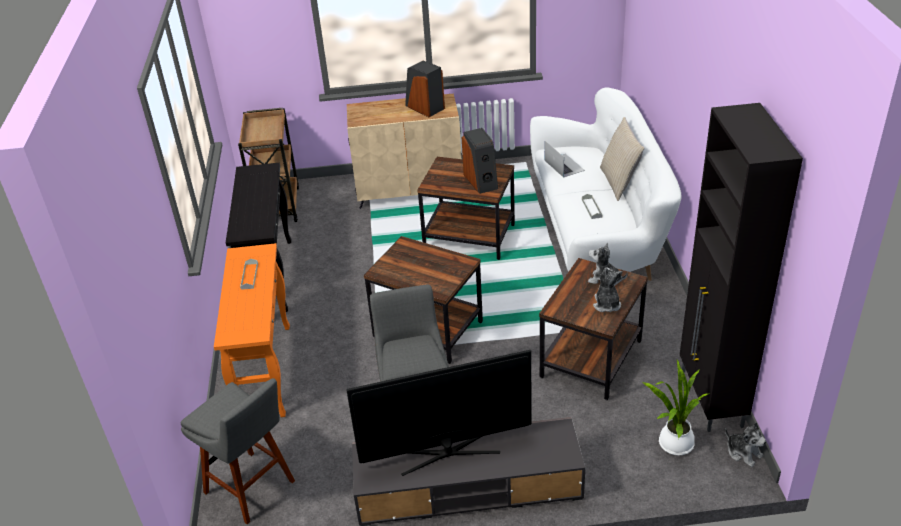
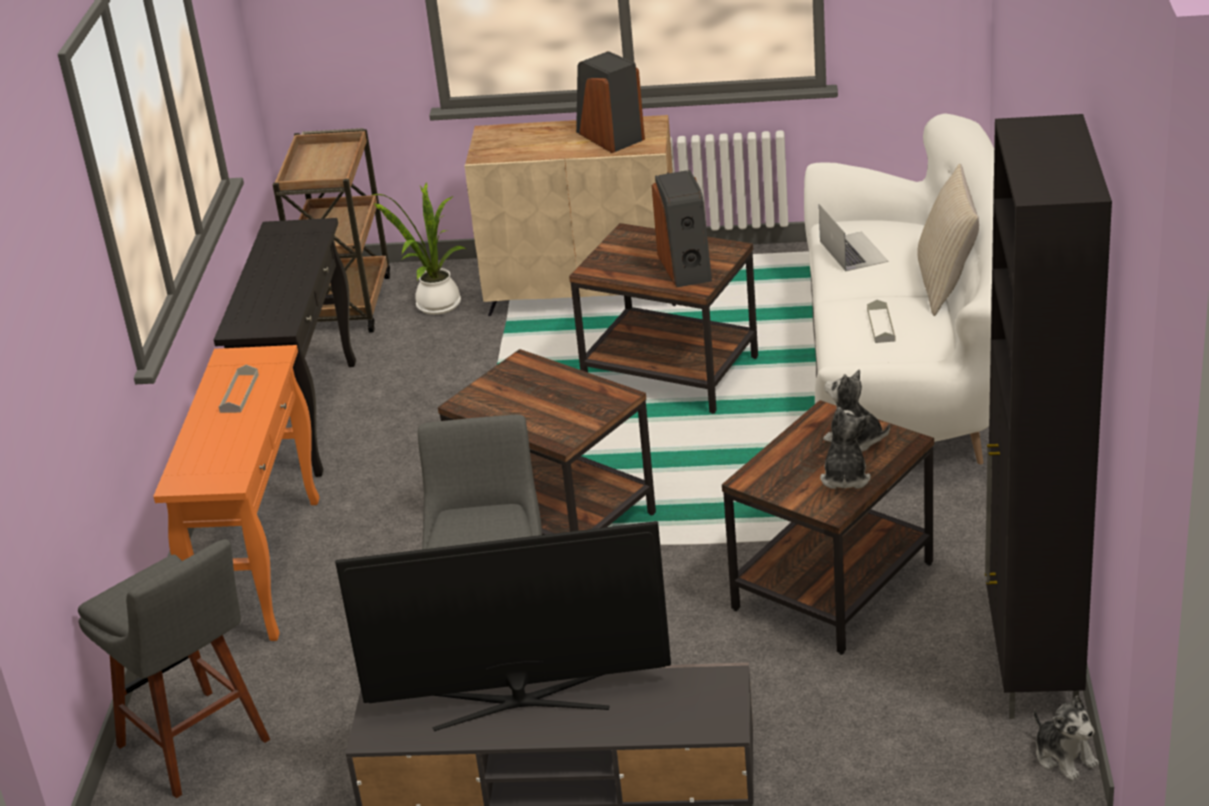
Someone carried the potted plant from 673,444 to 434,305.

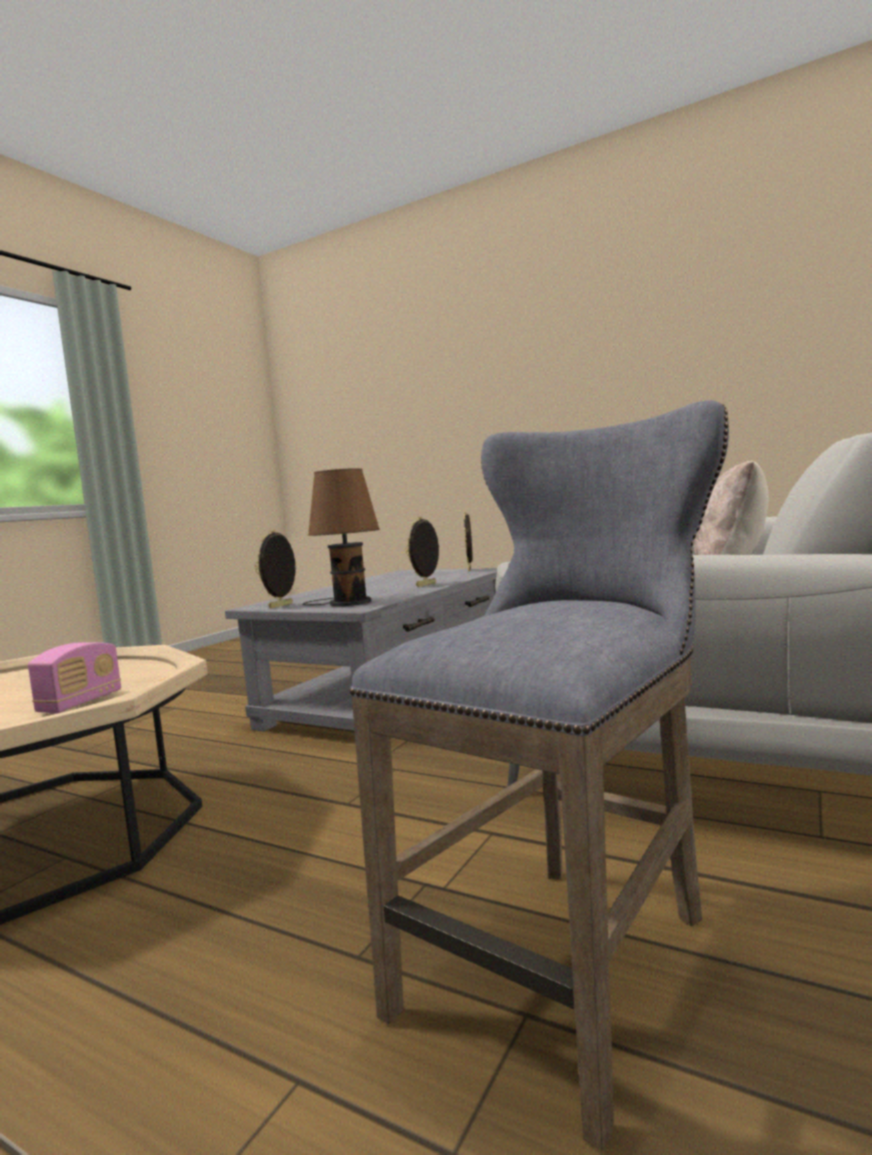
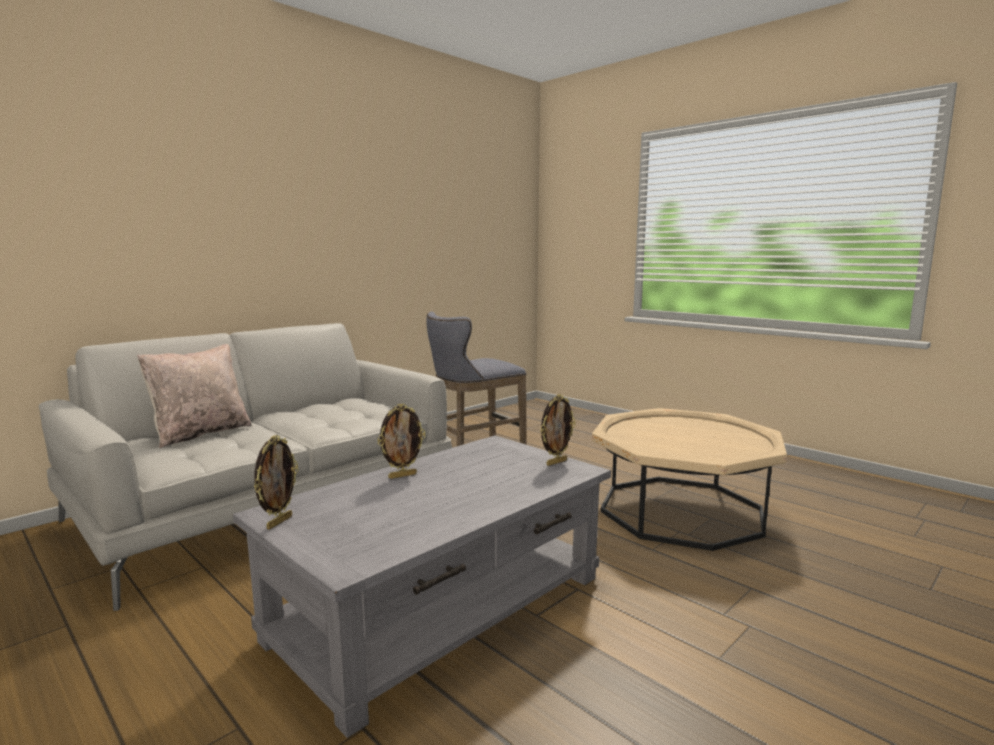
Someone took away the radio at 80,703. Someone took away the brownish lamp for a table at 347,603.

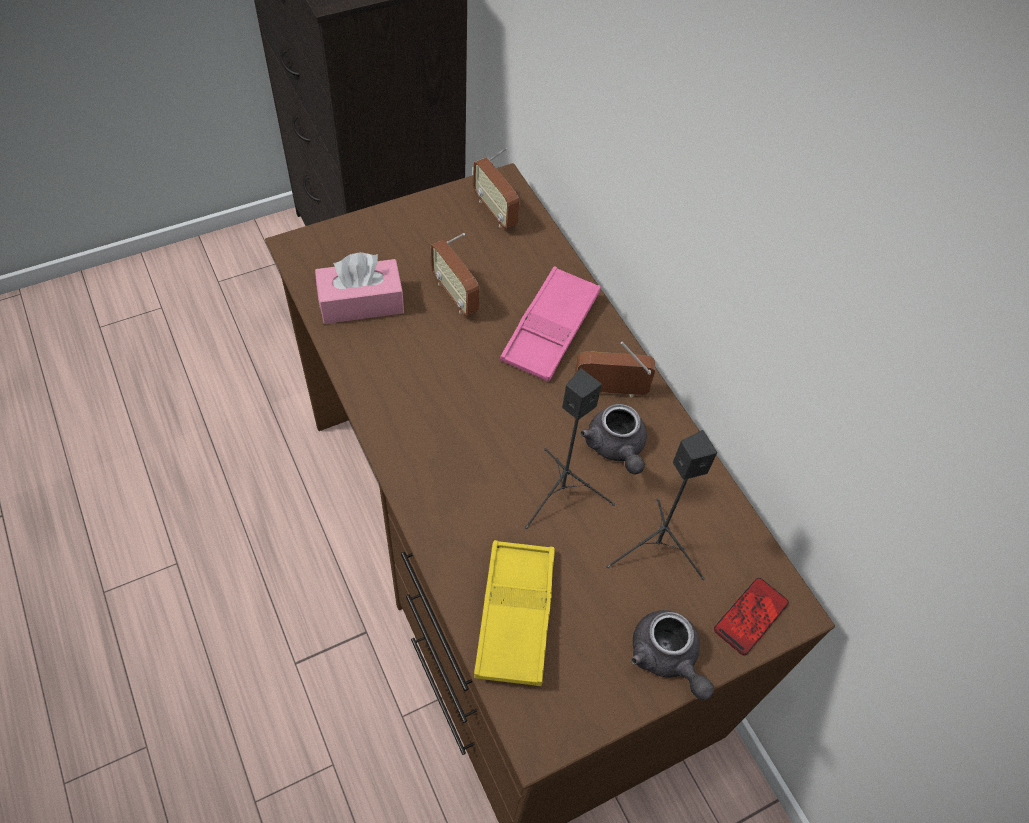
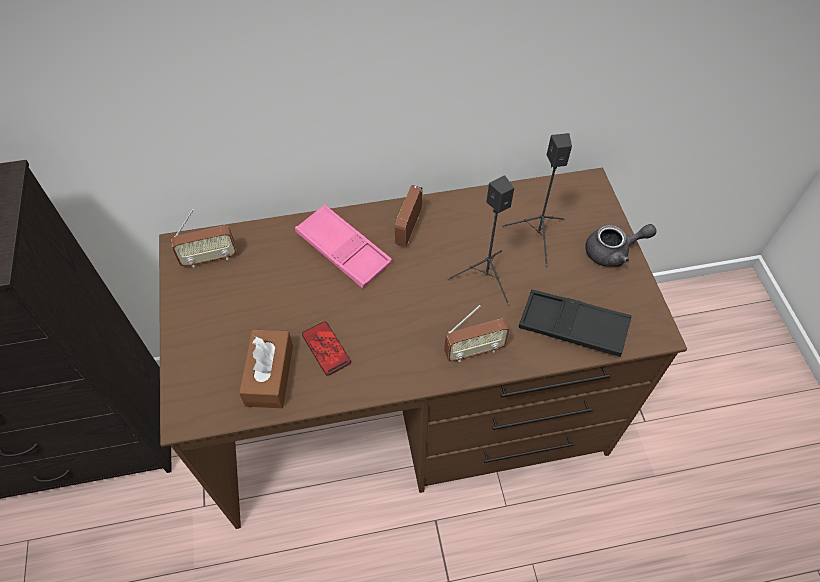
Someone repainted the pink box of tissues at 361,302, which became the brownish box of tissues at 269,375. Someone carried the phone from 750,616 to 326,348. Someone carried the radio from 455,295 to 474,351. Someone repainted the yellowish carrying tray at 515,615, which became the black carrying tray at 572,326. Someone took away the grey teapot at 616,448.

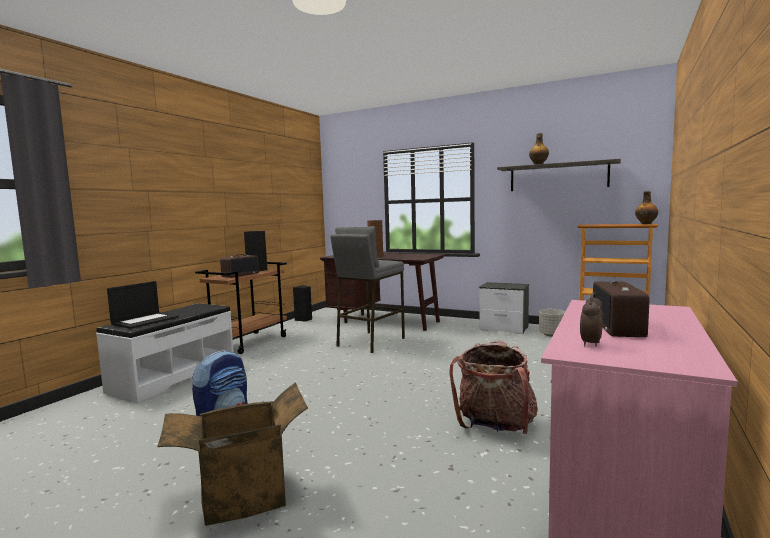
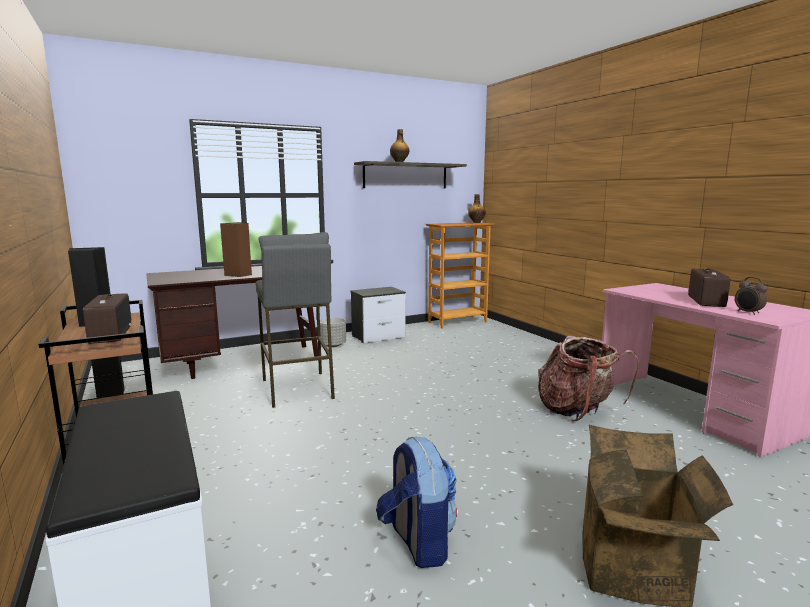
Someone carried the grey flower pot from 552,335 to 333,345. Someone rotated the radio at 619,327 by 120 degrees counterclockwise. Someone took away the laptop at 145,320.

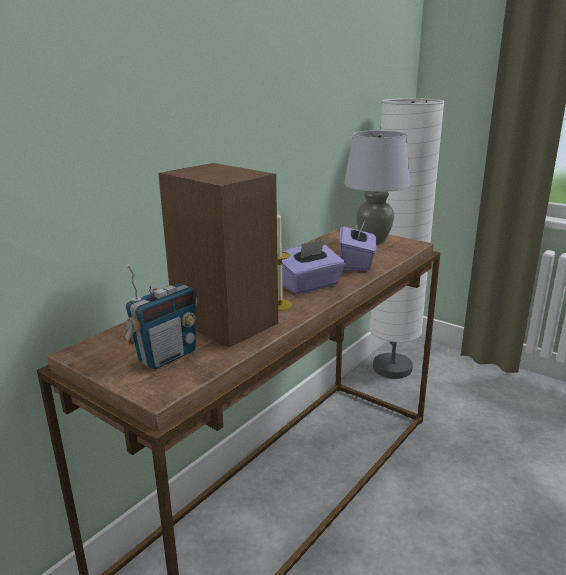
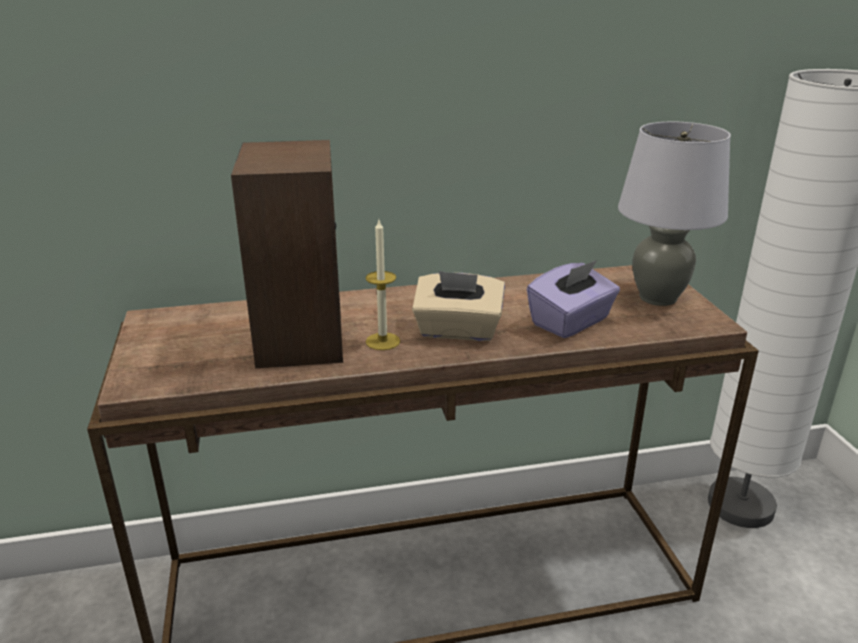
Someone repainted the purple box of tissues at 309,285, which became the beige-coloured box of tissues at 458,331. Someone took away the radio at 166,356.

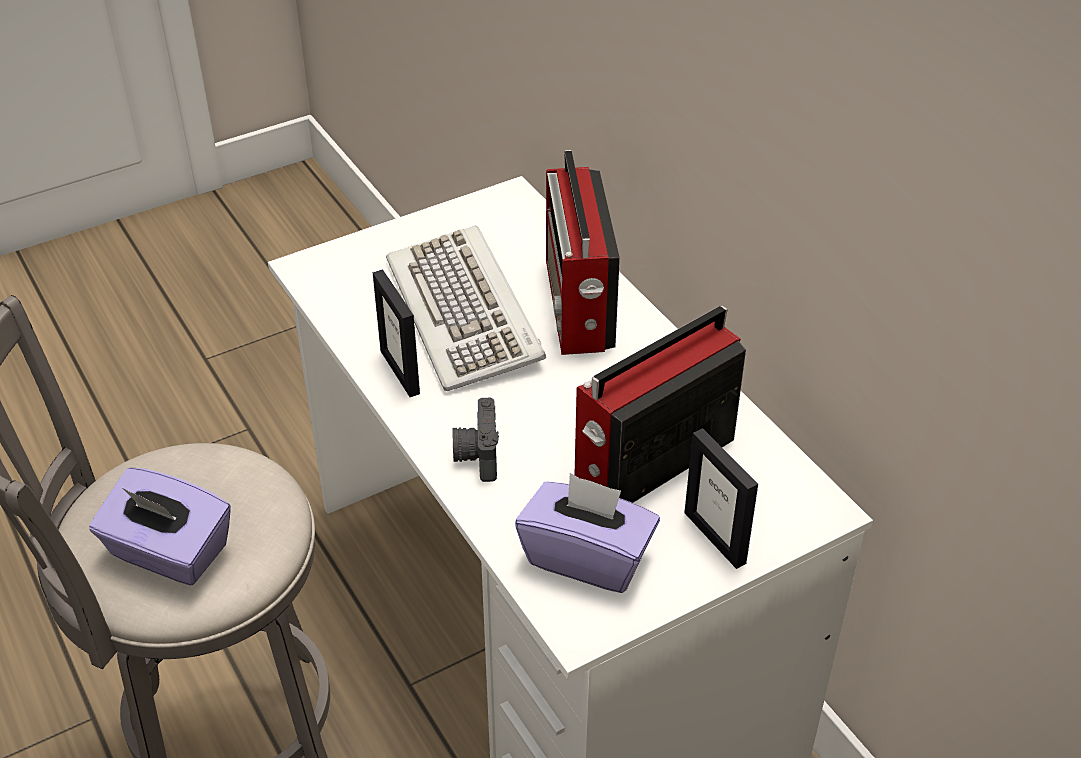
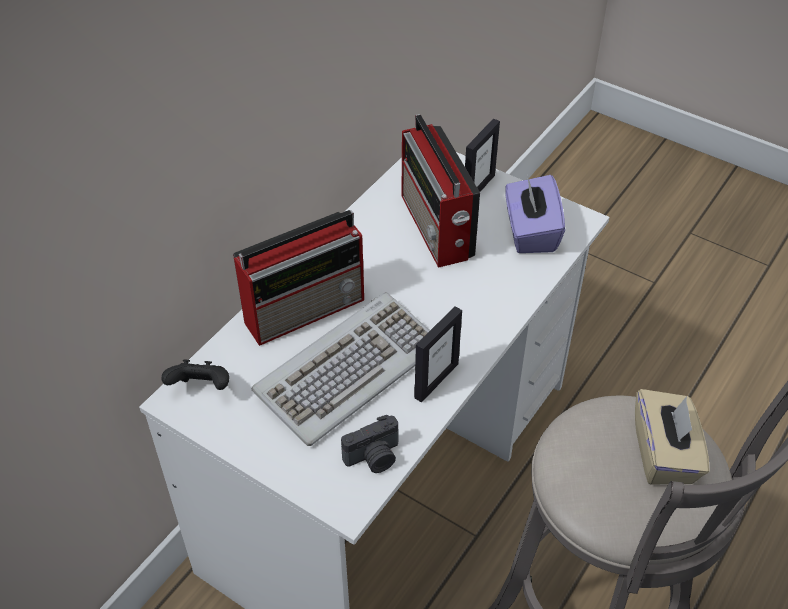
Someone put down the black joypad at 201,388. Someone carried the photo camera from 476,455 to 374,458. Someone rotated the radio at 651,461 by 45 degrees clockwise. Someone repainted the purple box of tissues at 168,553, which became the beige-coloured box of tissues at 664,454.

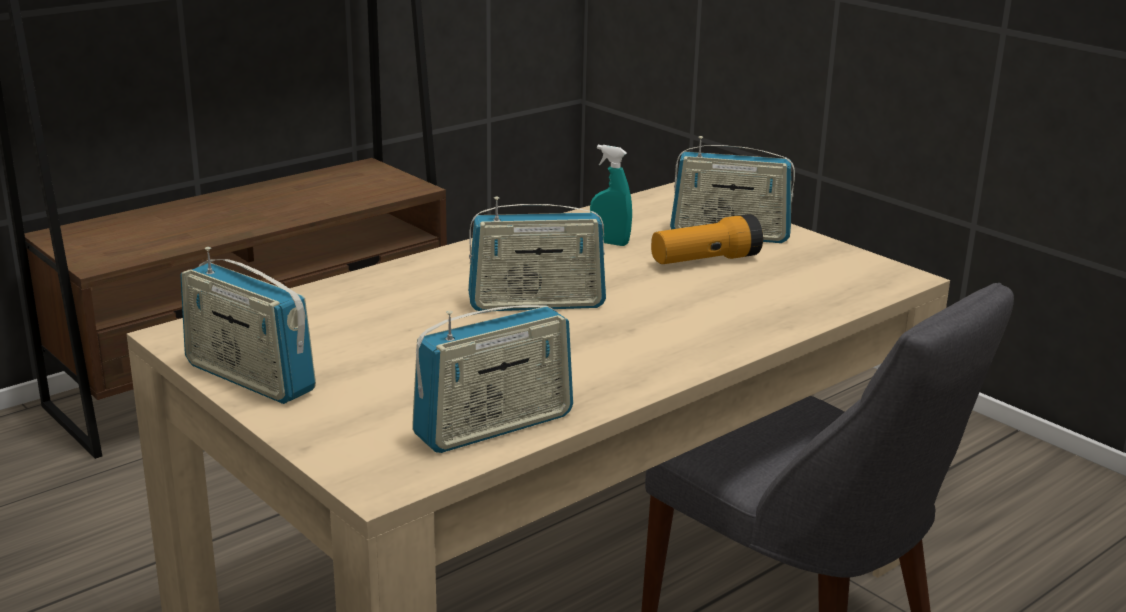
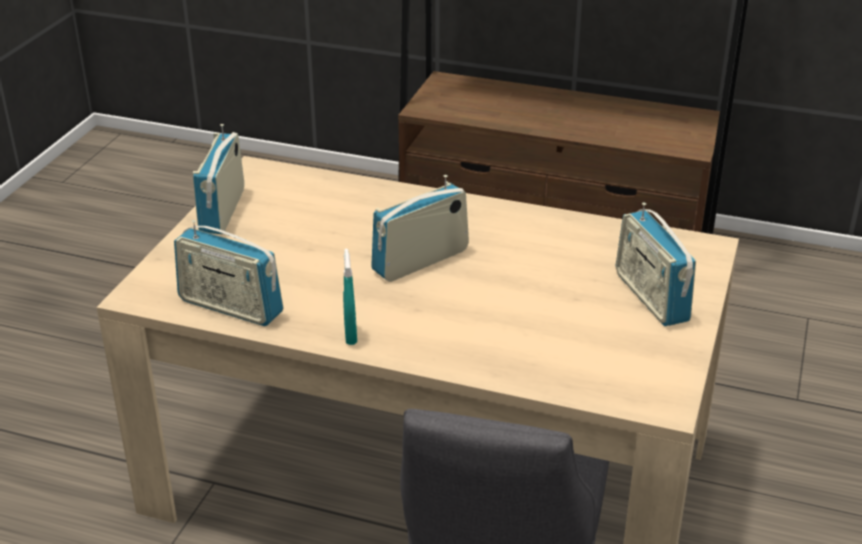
Someone carried the turquoise hand sprayer from 609,242 to 350,335. Someone rotated the radio at 536,303 by 90 degrees clockwise. Someone took away the hand torch at 705,260.

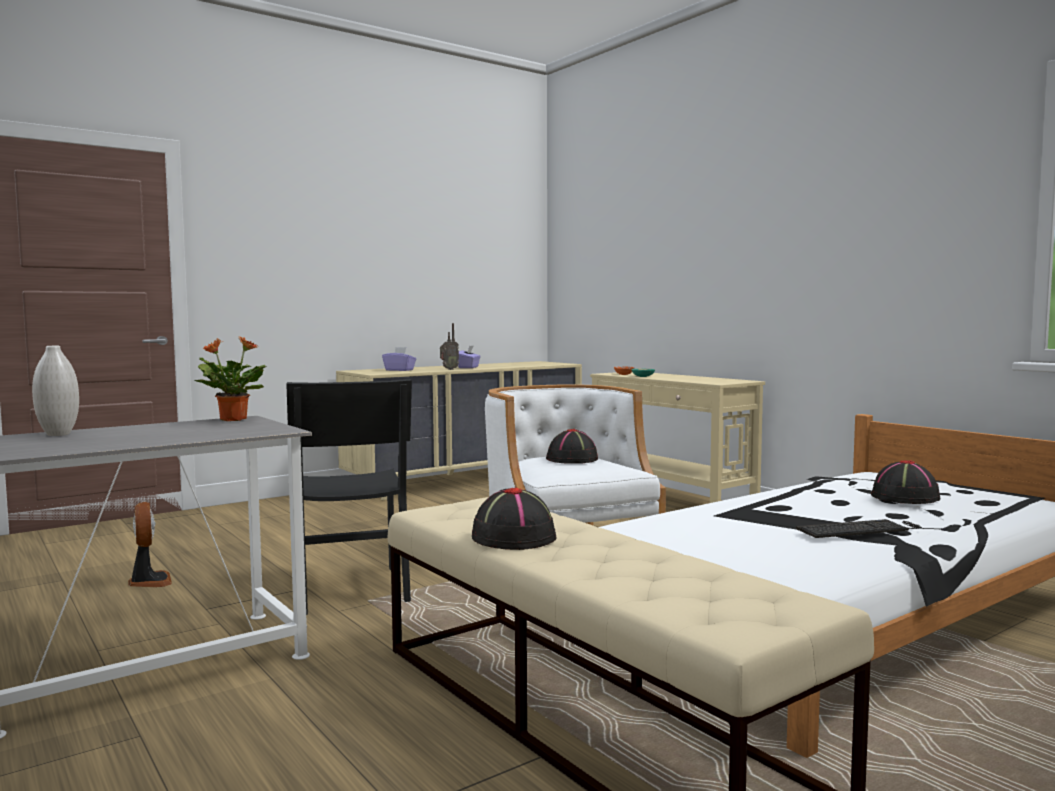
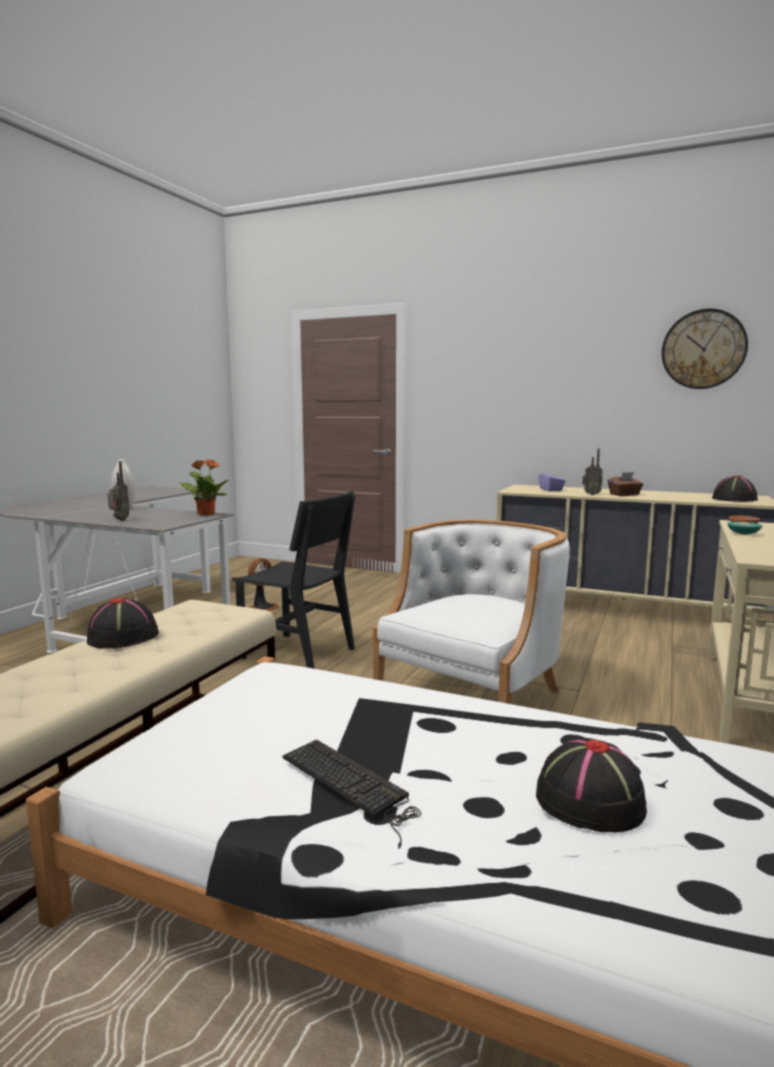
Someone put down the radio at 119,520. Someone rotated the black chair at 351,589 by 105 degrees counterclockwise. Someone repainted the purple box of tissues at 469,367, which became the brownish box of tissues at 624,495. Someone put up the clock on the wall at 703,349. Someone carried the black hat from 572,460 to 734,499.

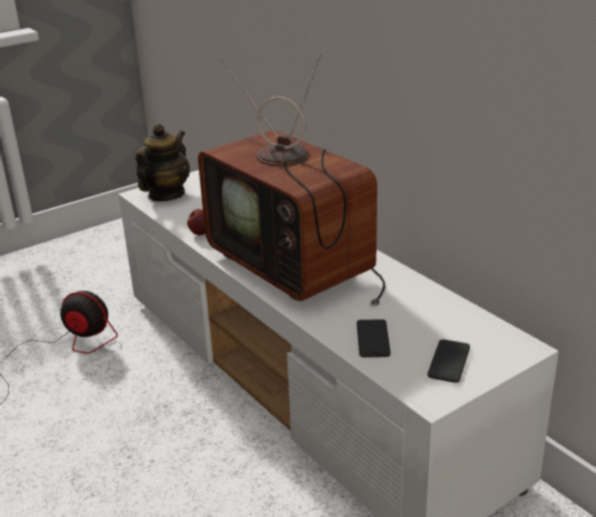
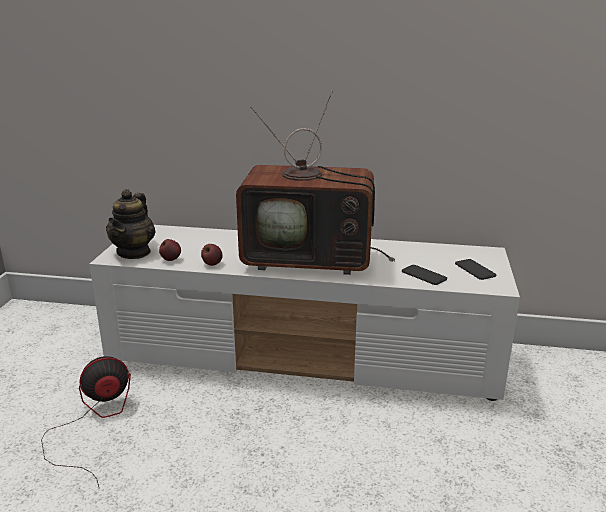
Someone rotated the teapot at 166,195 by 150 degrees counterclockwise. Someone put down the whole apple at 171,259.

